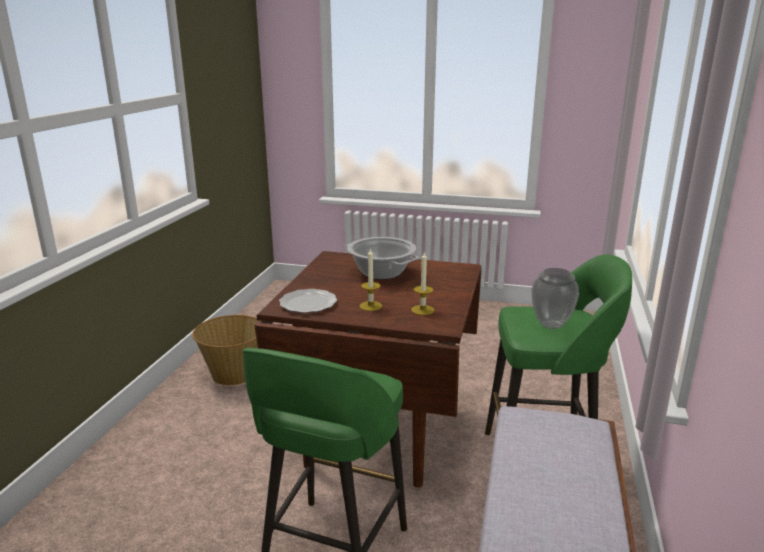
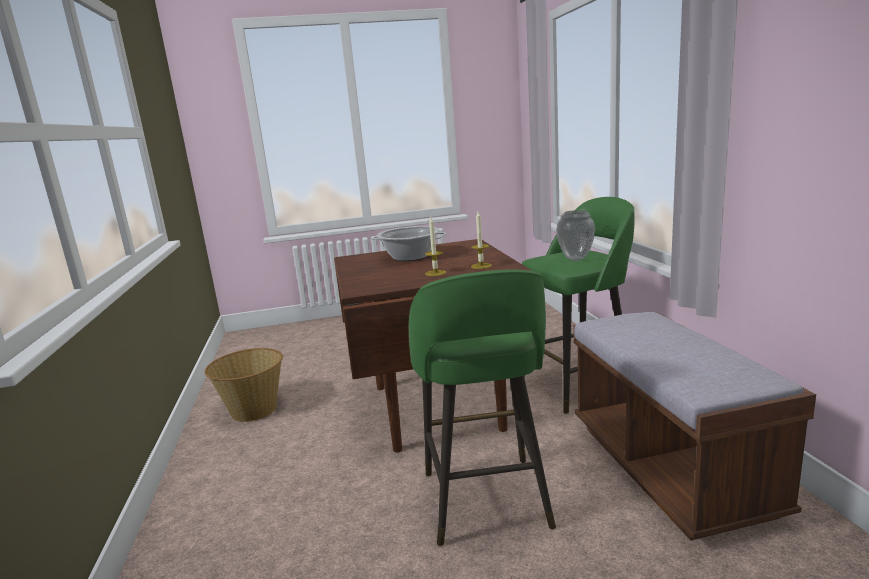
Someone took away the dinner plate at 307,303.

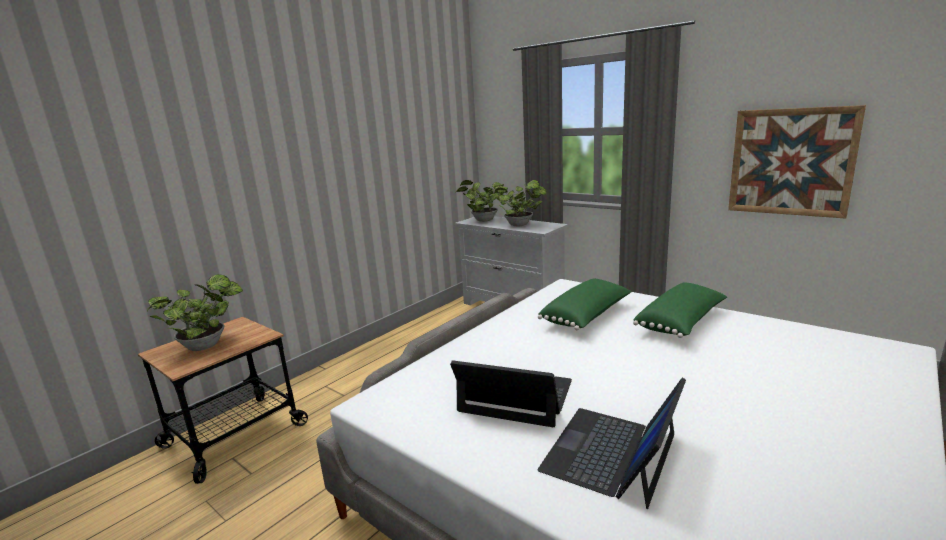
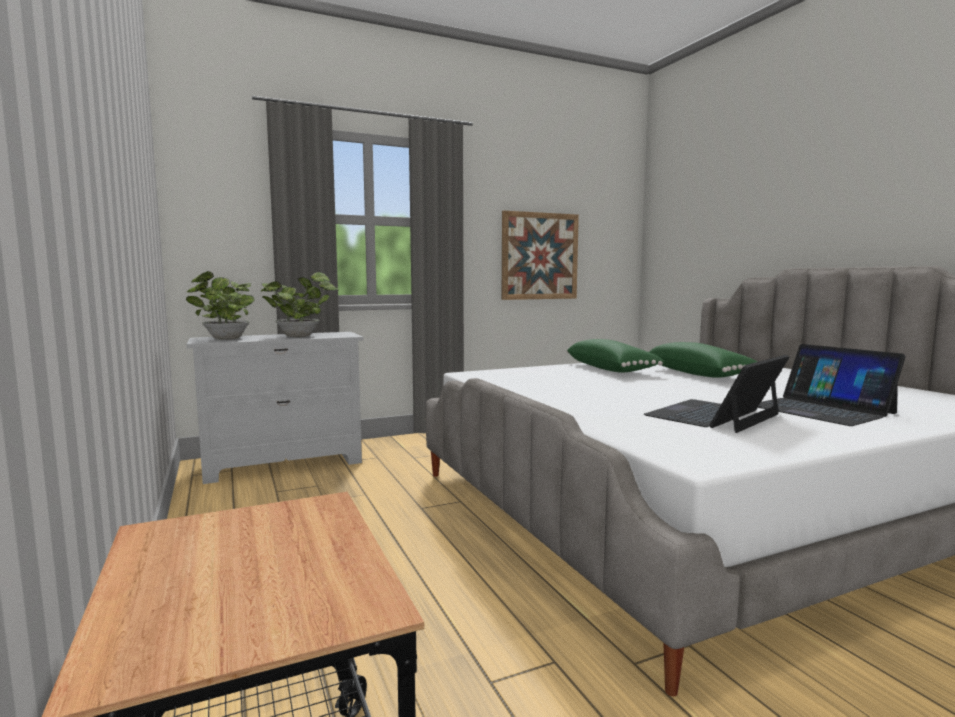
Someone carried the green-coloured cushion from 587,316 to 699,374. Someone took away the potted plant at 207,345.

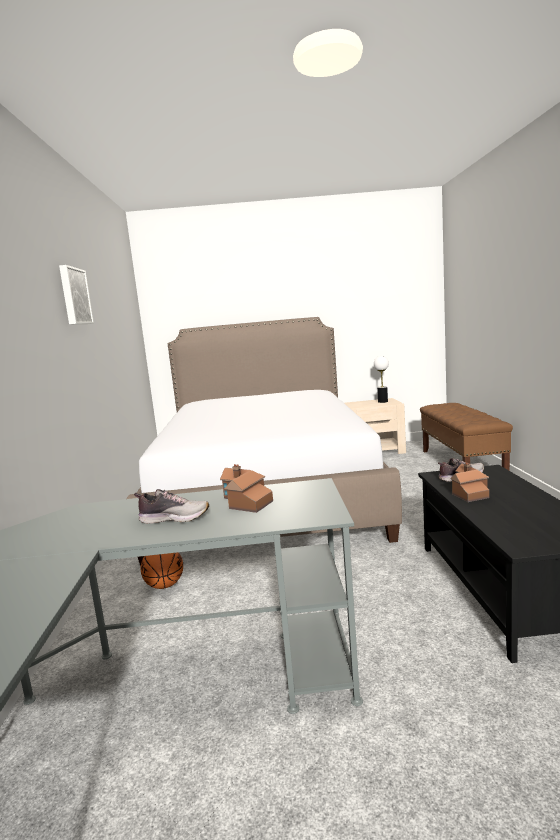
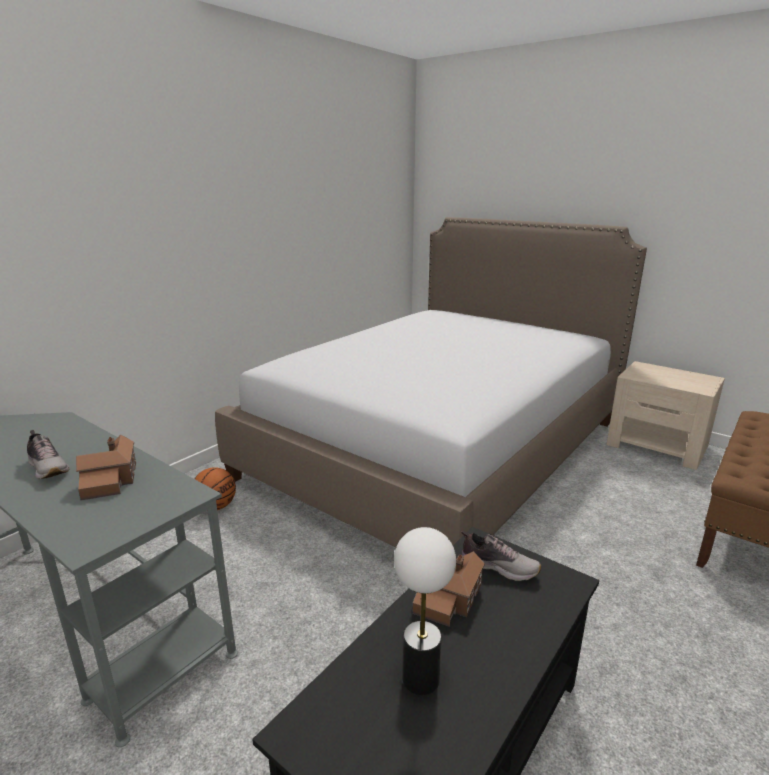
Someone carried the lamp for a table from 382,401 to 421,678. Someone took away the wall picture at 74,296.

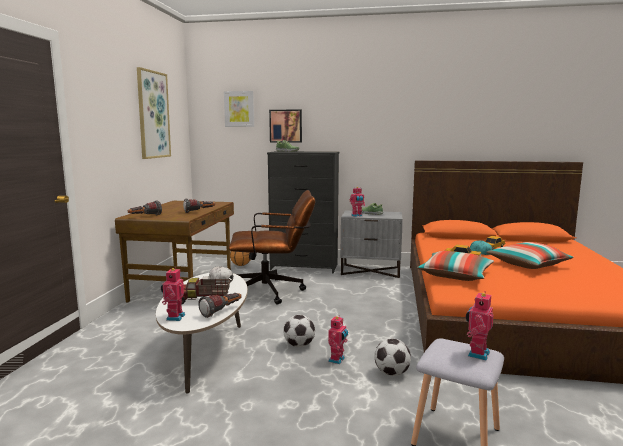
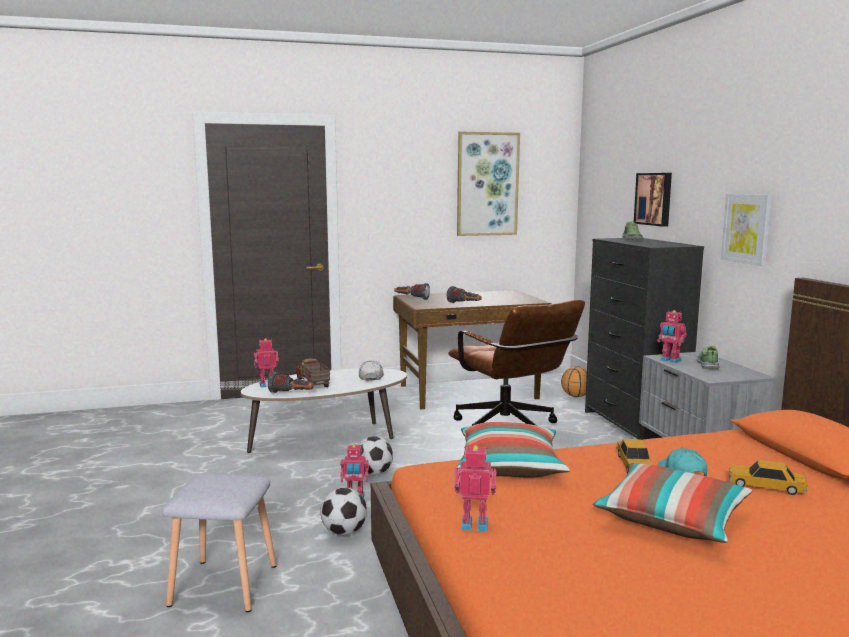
Someone carried the robot figure from 476,353 to 474,524. Someone carried the wall picture from 239,109 to 747,228.

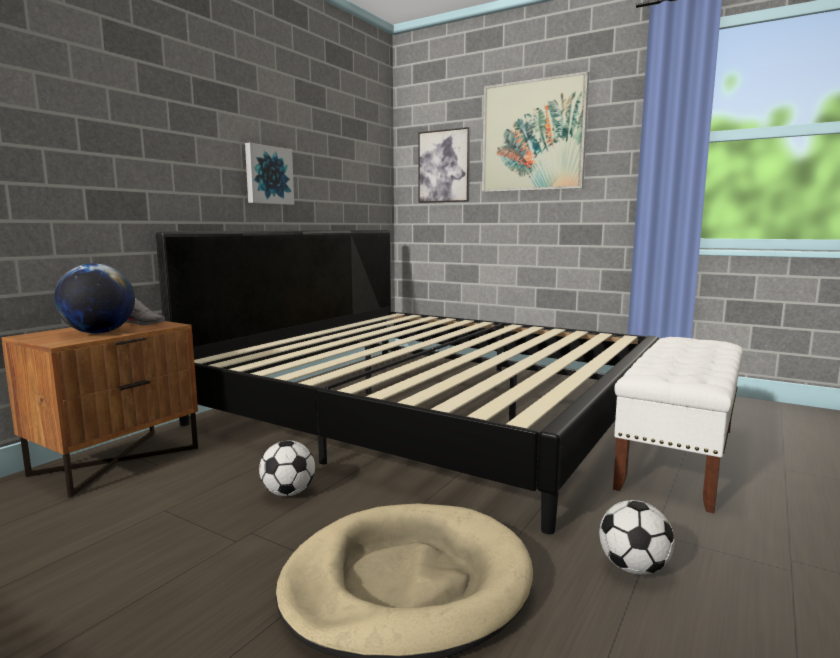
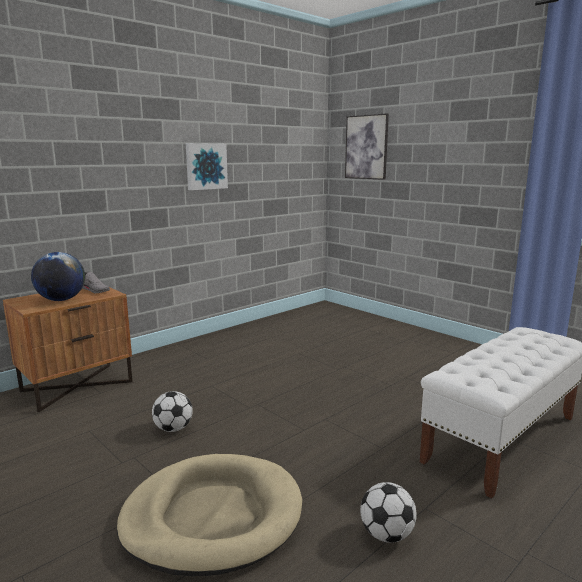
Someone took away the sleeping bed at 432,408. Someone took away the wall picture at 533,136.

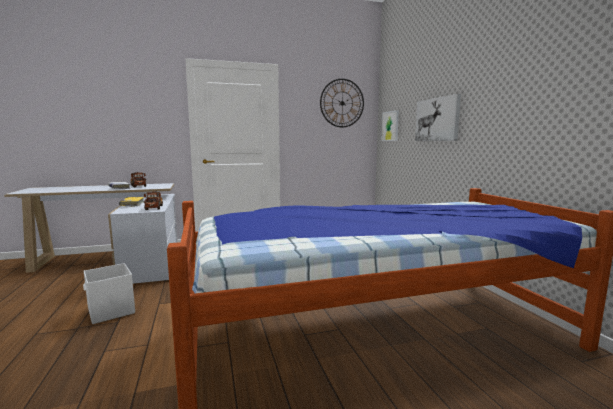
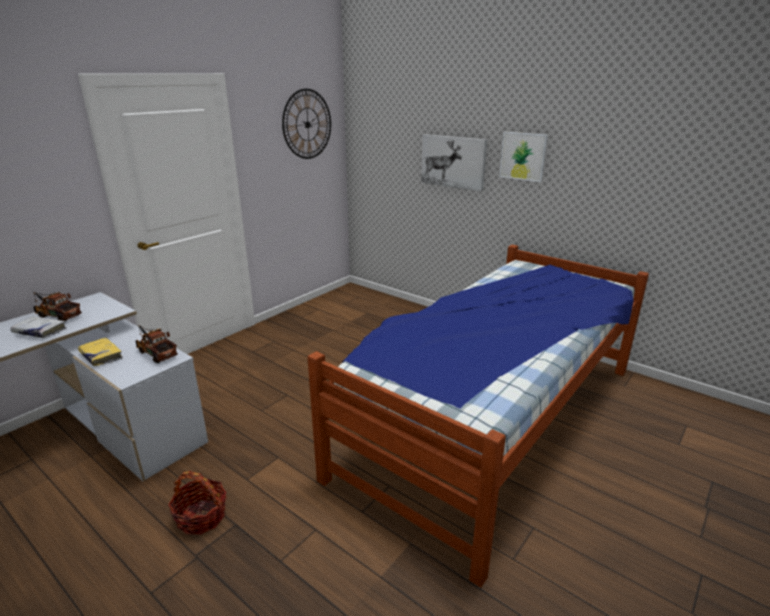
Someone swapped the white-coloured storage container at 111,311 for the storage basket at 201,516. Someone carried the wall picture from 390,126 to 523,156.

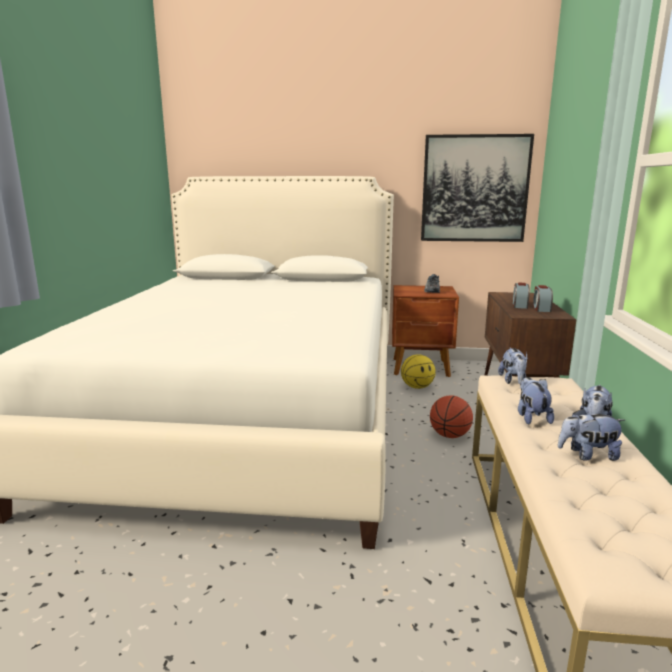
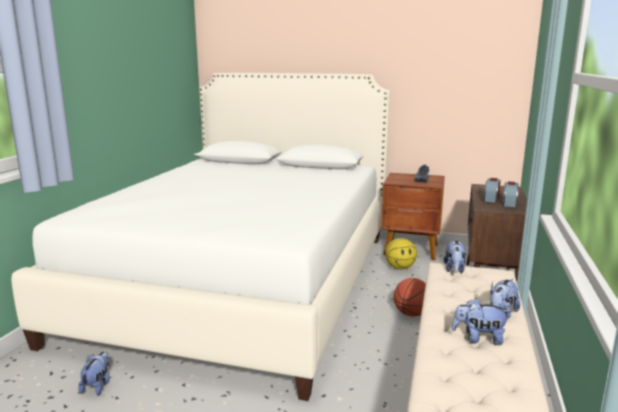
Someone carried the soft toy from 531,417 to 97,386. Someone took away the wall picture at 474,189.

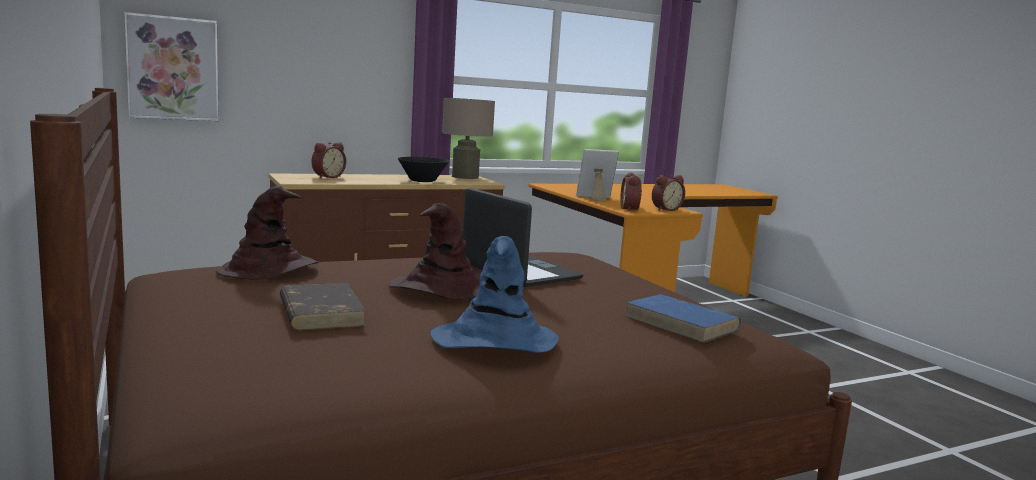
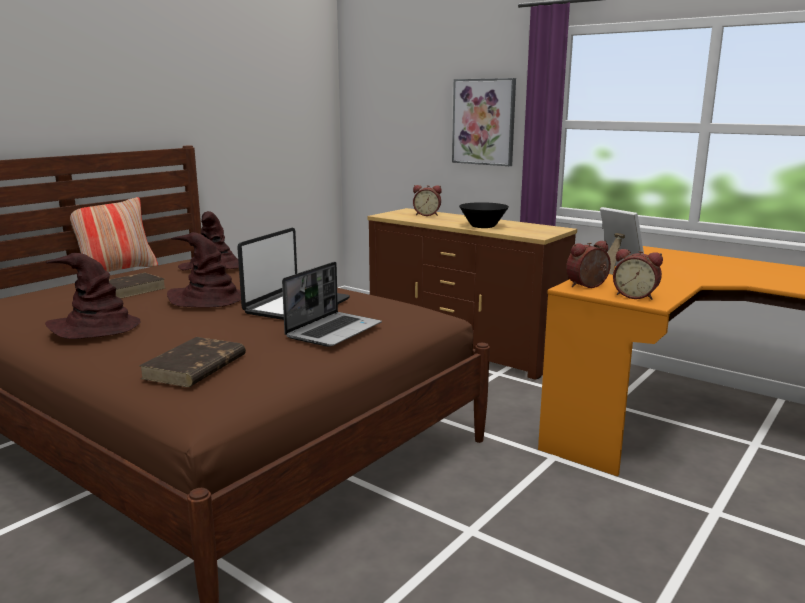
Someone repainted the bluish hat at 494,341, which became the brownish hat at 95,327. Someone put down the cushion at 117,271. Someone repainted the bluish bound book at 682,323, which became the brownish bound book at 194,367. Someone put down the laptop at 334,331. Someone carried the wall picture from 173,68 to 484,122. Someone took away the beige-coloured lamp for a table at 465,177.

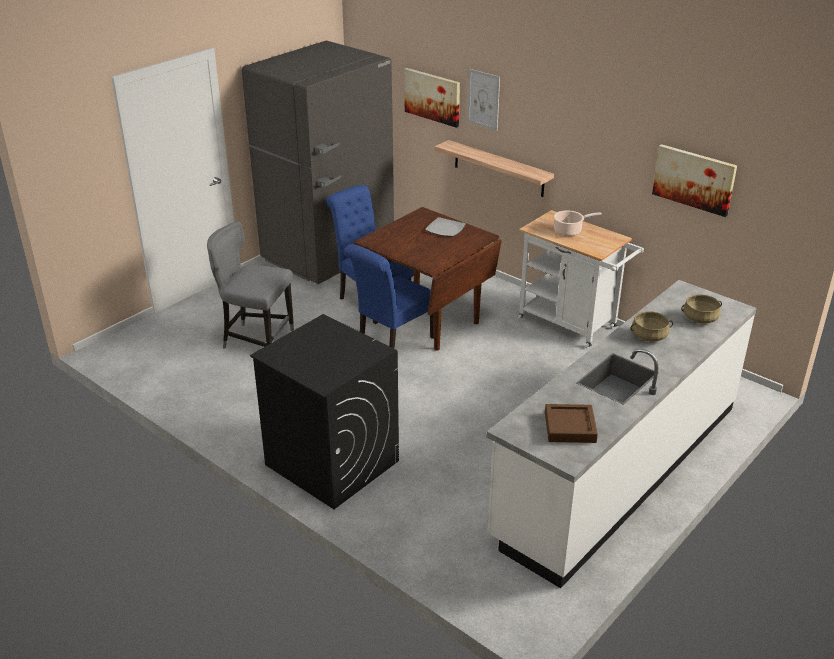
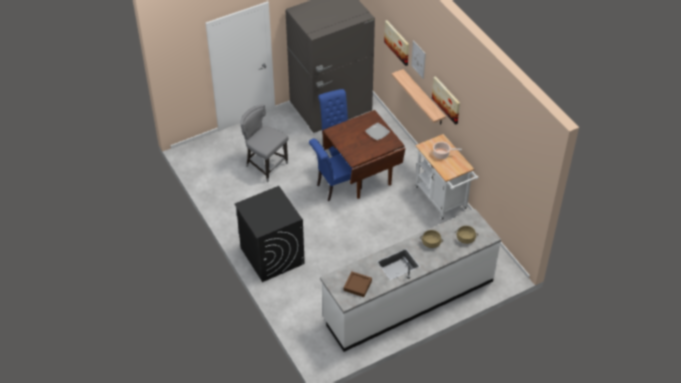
Someone carried the wall picture from 694,179 to 446,100.

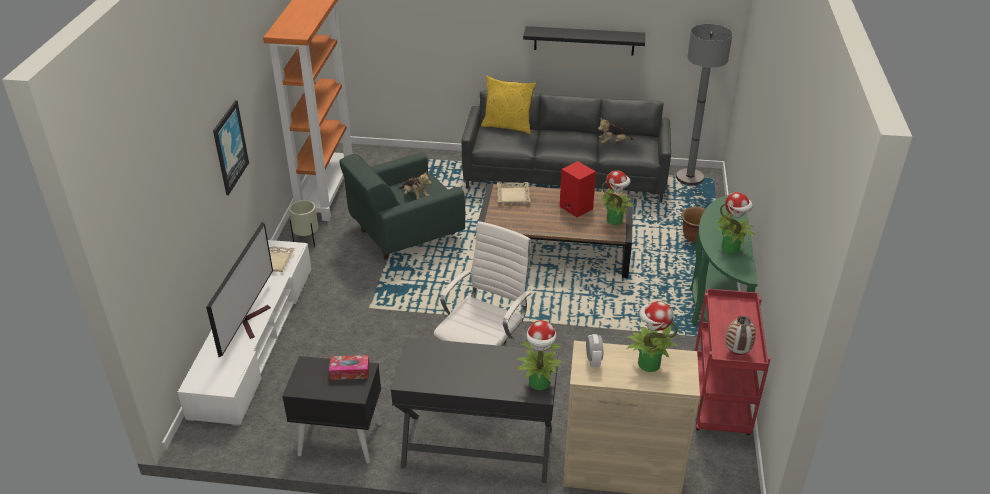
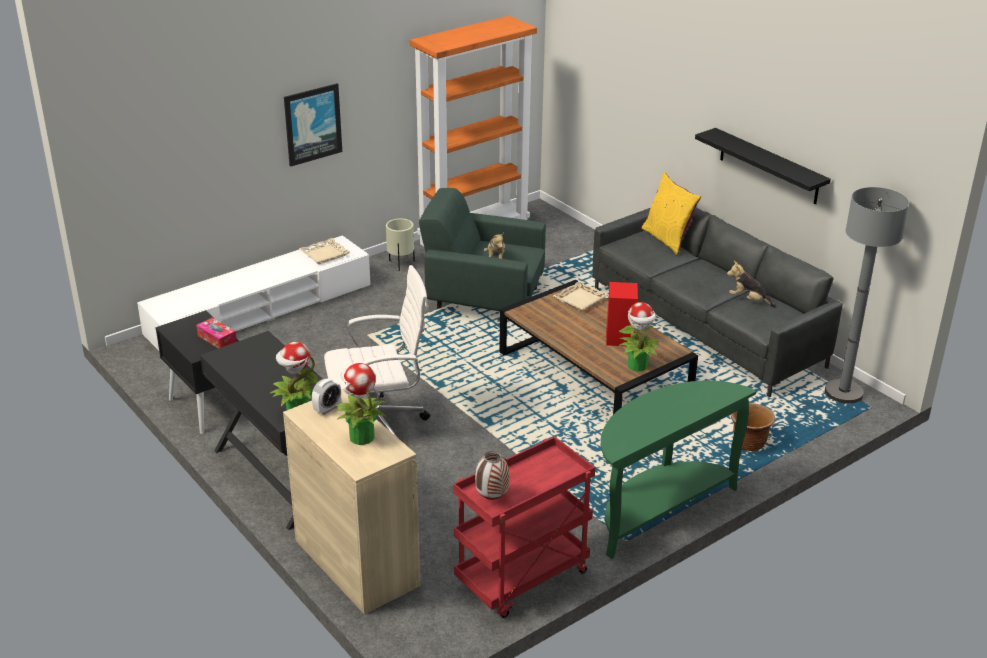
Someone took away the TV set at 252,320. Someone took away the potted plant at 731,248.

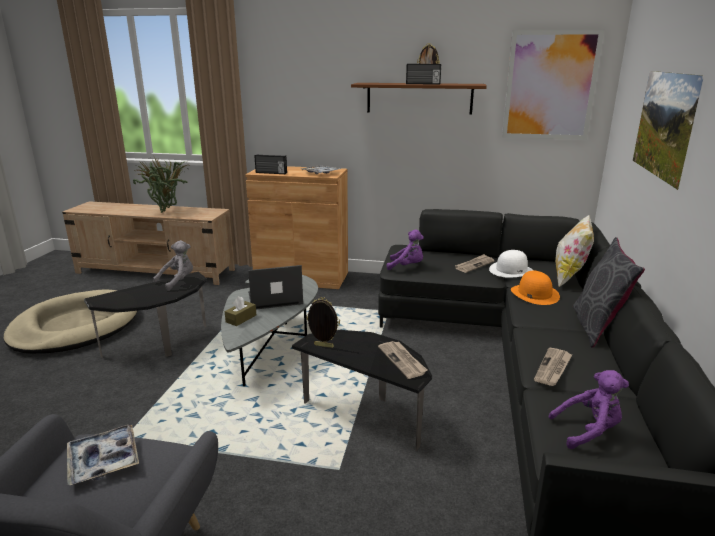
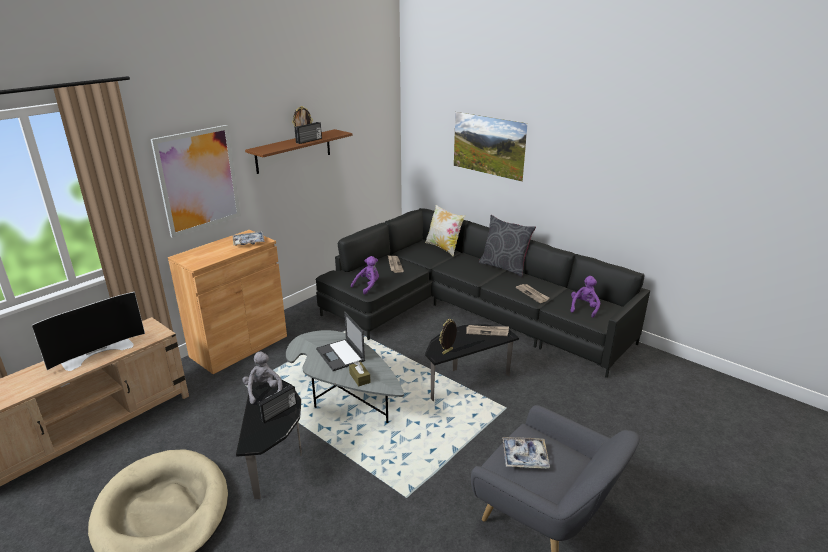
Someone swapped the potted plant at 168,211 for the TV set at 98,352. Someone carried the wall picture from 550,85 to 198,180. Someone carried the radio from 271,173 to 279,412. Someone rotated the laptop at 274,298 by 45 degrees counterclockwise. Someone took away the white-coloured hat at 511,270. Someone took away the orangey hat at 534,294.

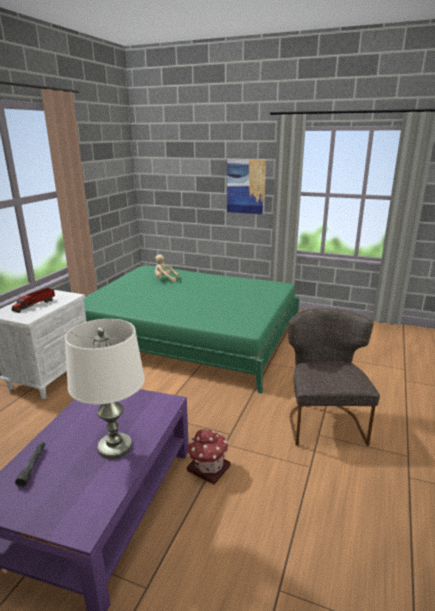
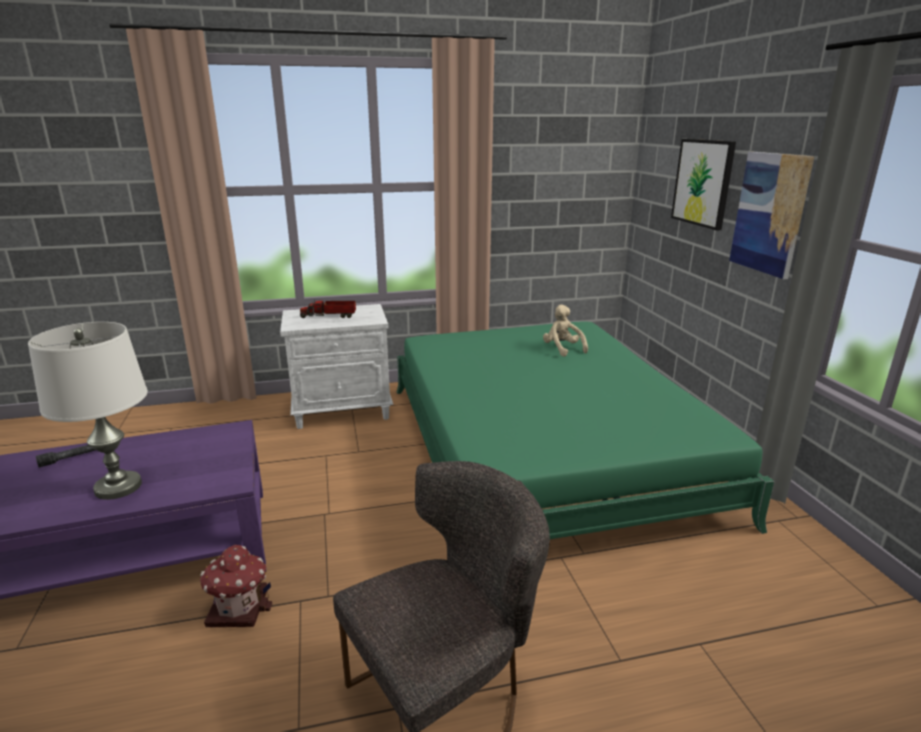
Someone put up the wall picture at 703,182.

